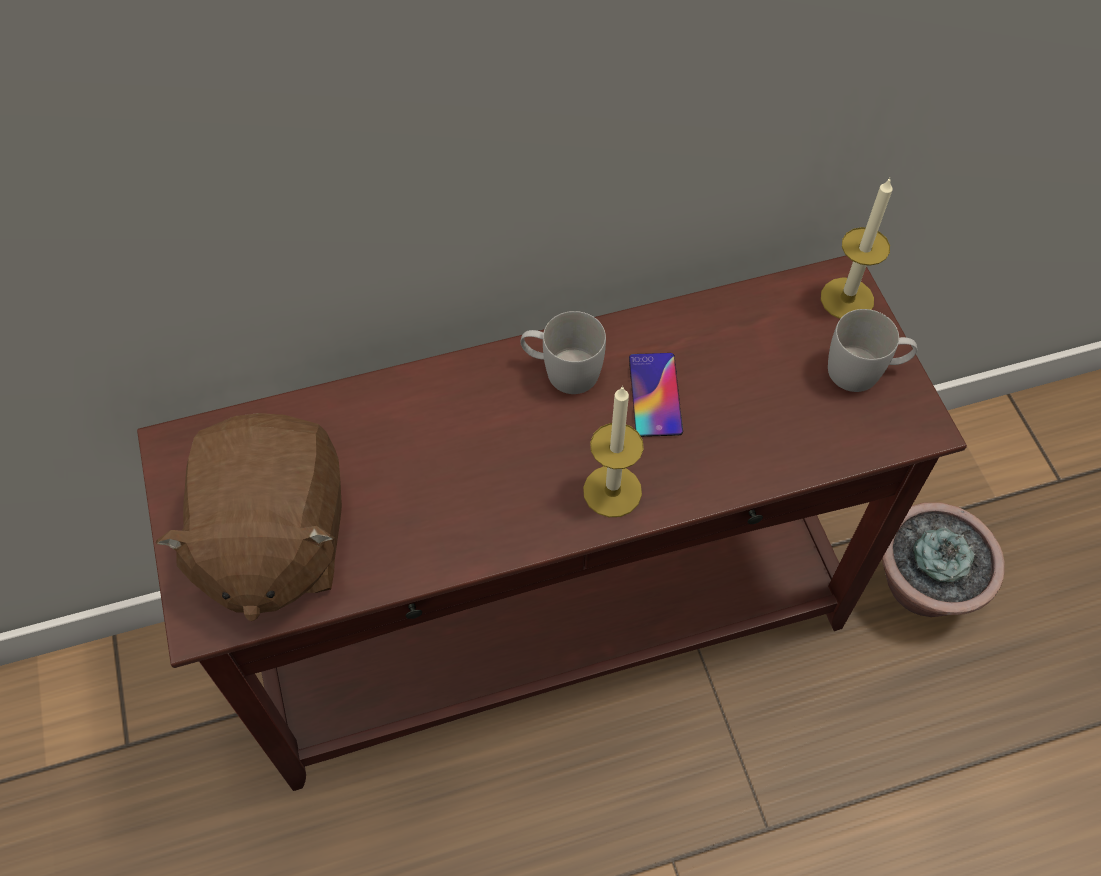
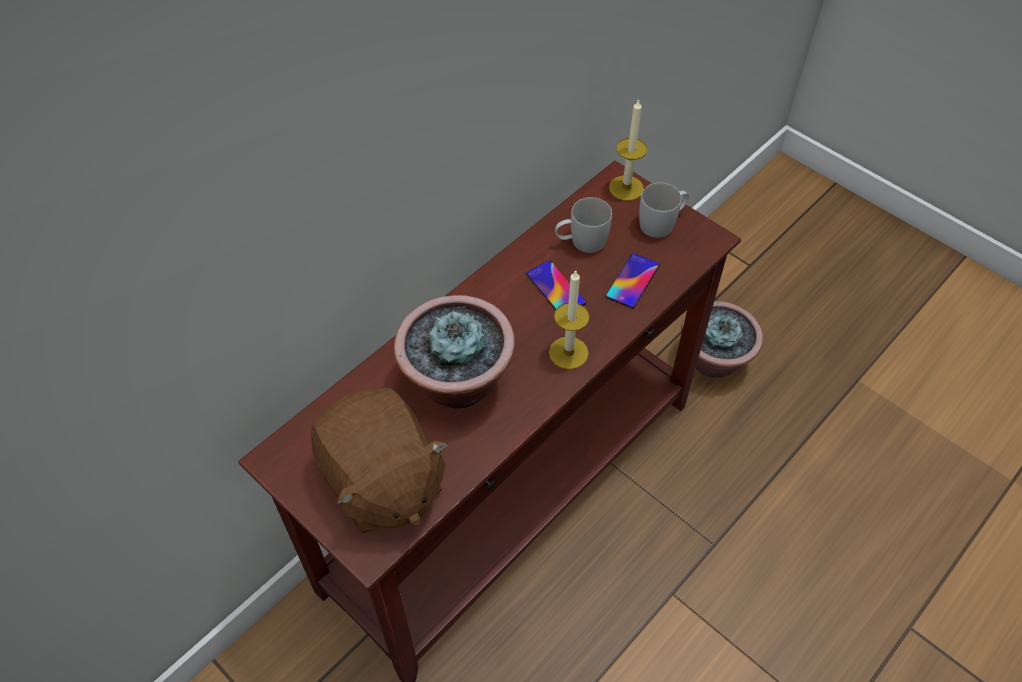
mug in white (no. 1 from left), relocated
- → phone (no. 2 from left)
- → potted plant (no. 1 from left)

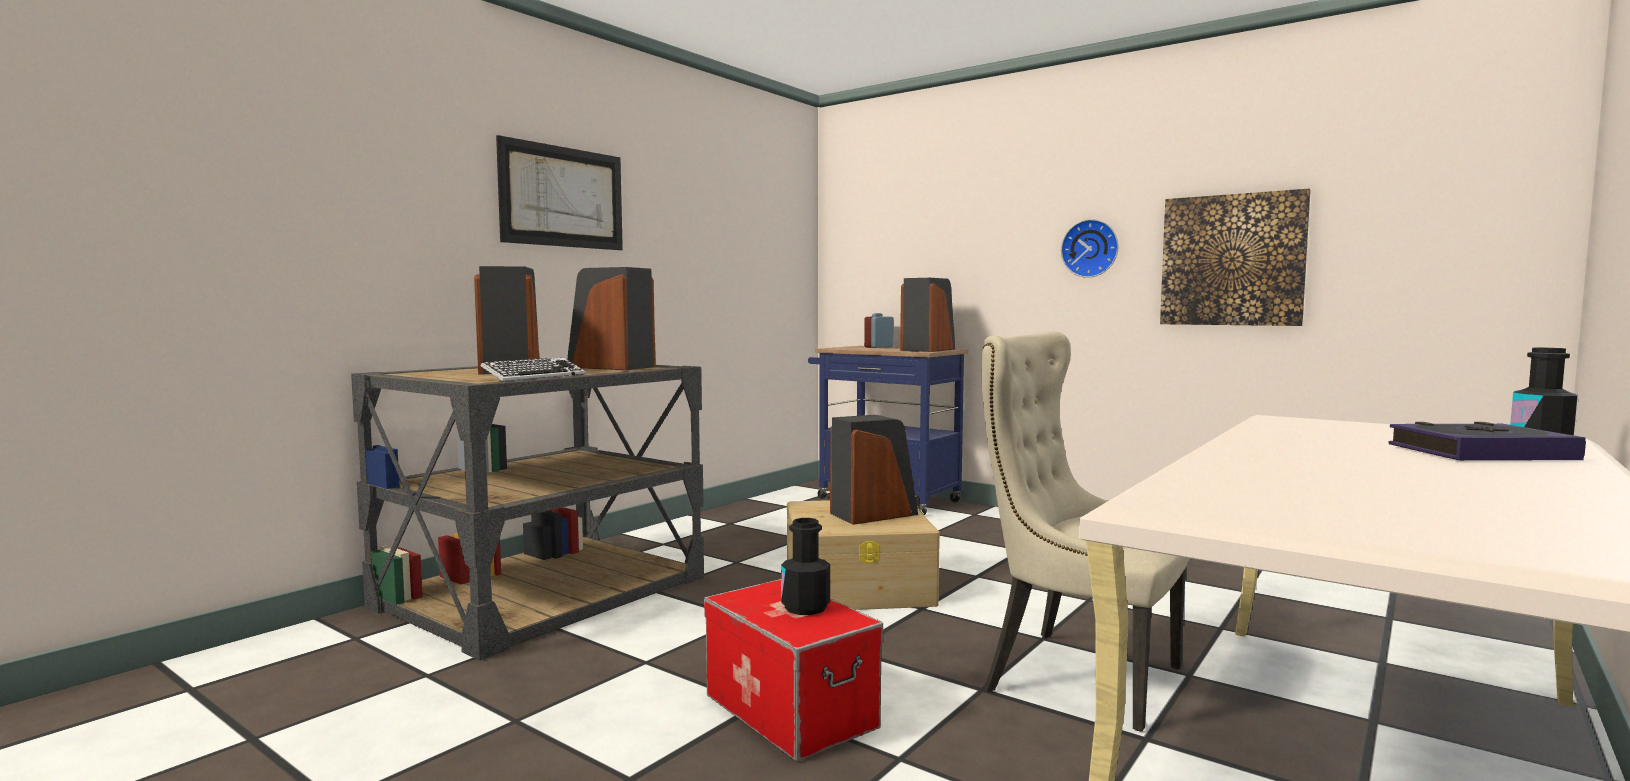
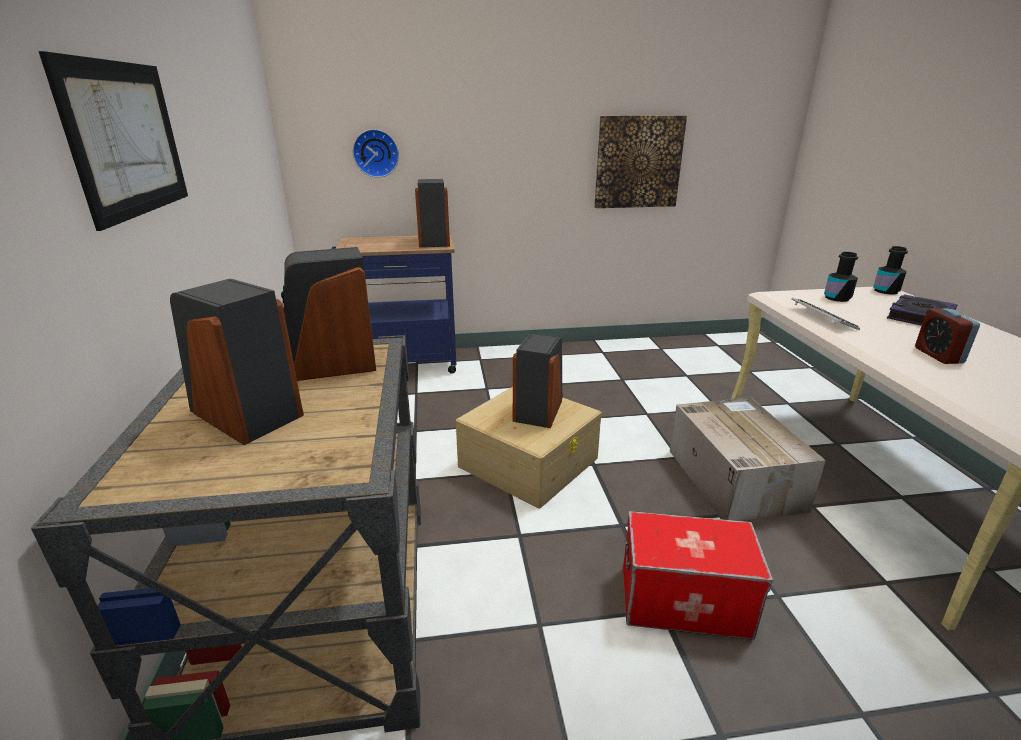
wall clock, relocated
alarm clock, relocated
chair in beige → cardboard box
keyboard, relocated
bottle in black (no. 1 from left), relocated

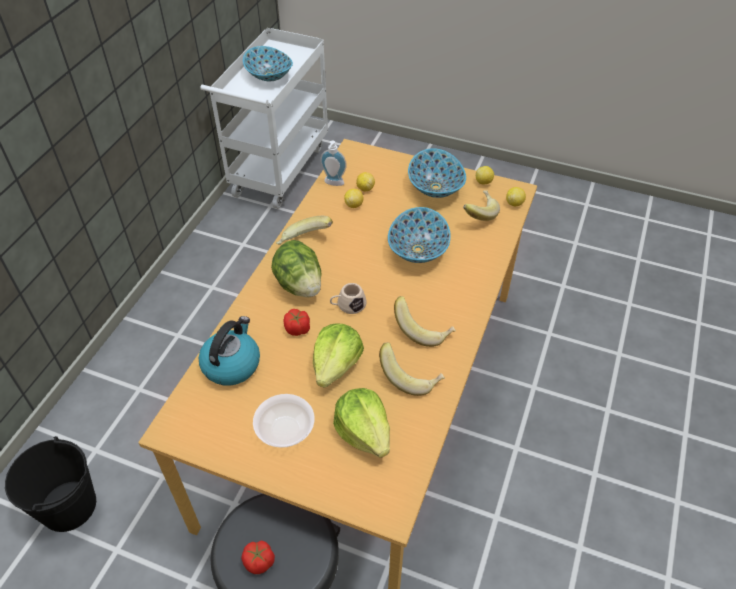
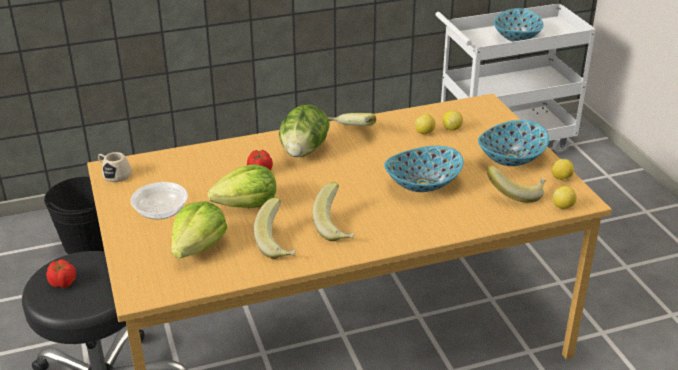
soap dispenser → -
mug in beige, relocated
kettle → -

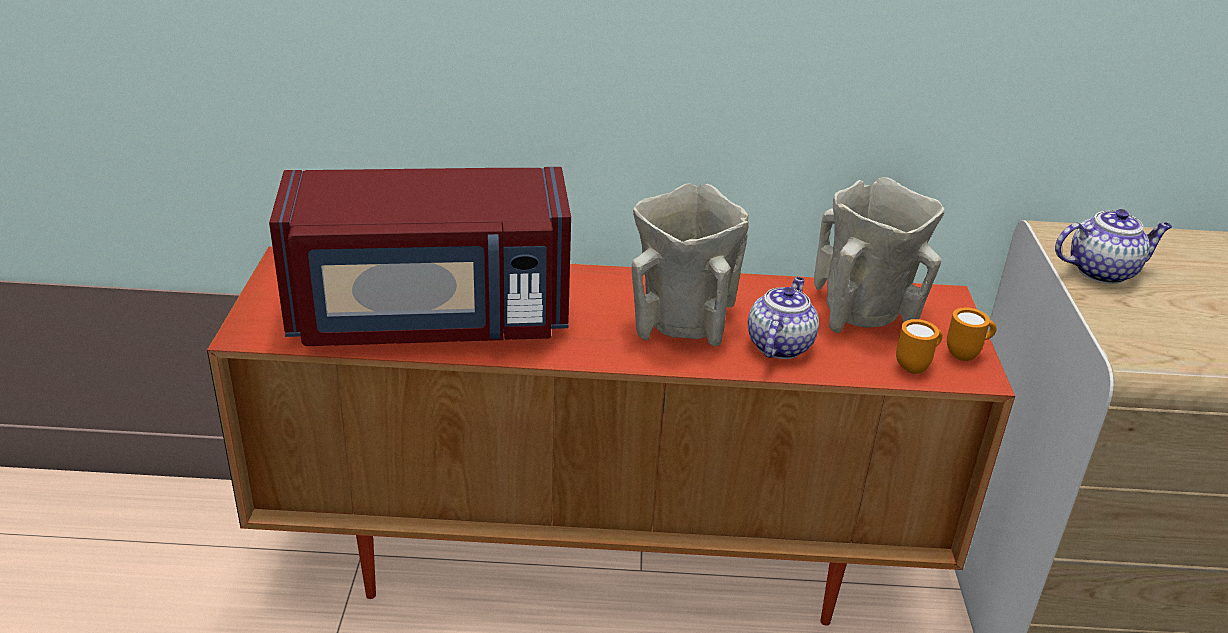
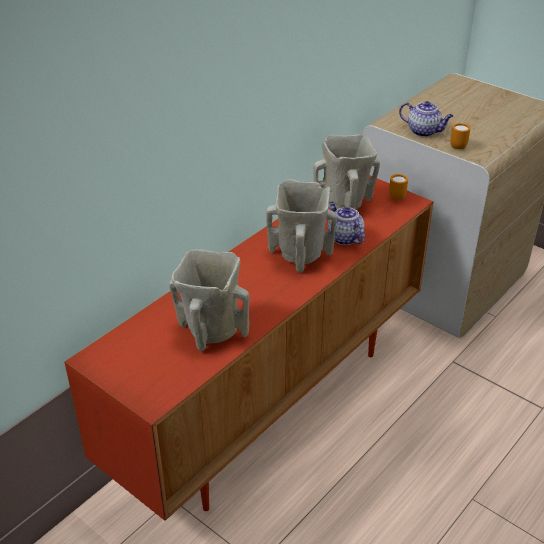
microwave in red → vase in beige (no. 1 from left)
teapot (no. 2 from left), 90 degrees clockwise
mug in orange (no. 1 from left in the first image) → mug in orange (no. 2 from left), relocated

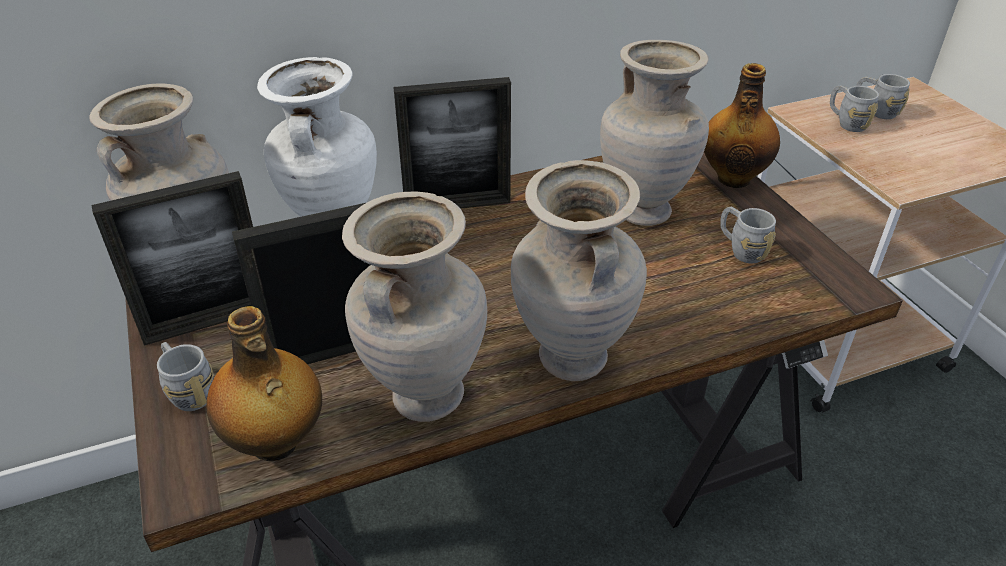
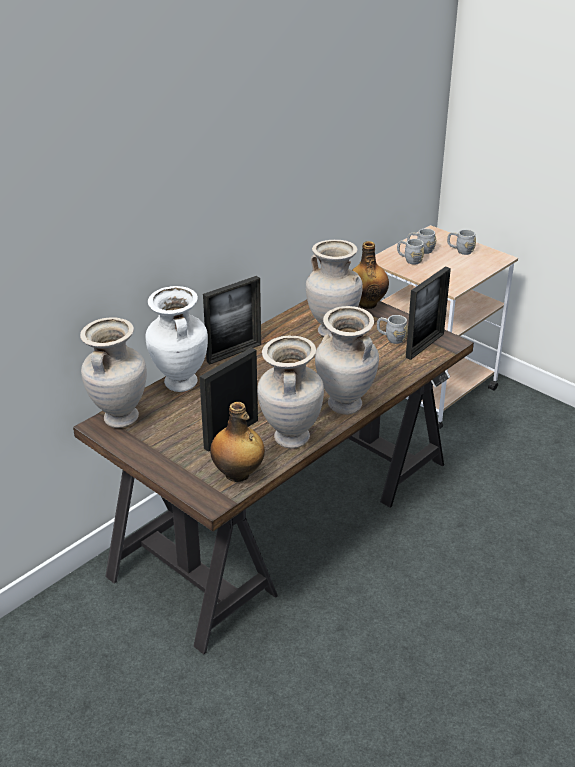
picture frame (no. 1 from left in the first image) → picture frame (no. 3 from left), relocated
mug in grey (no. 1 from left in the first image) → mug in grey (no. 4 from left), relocated

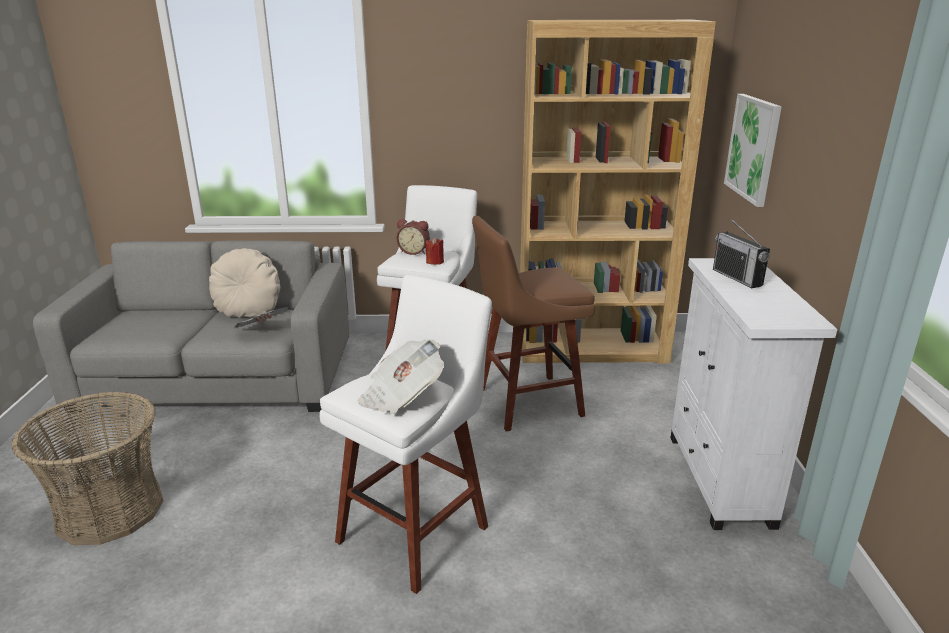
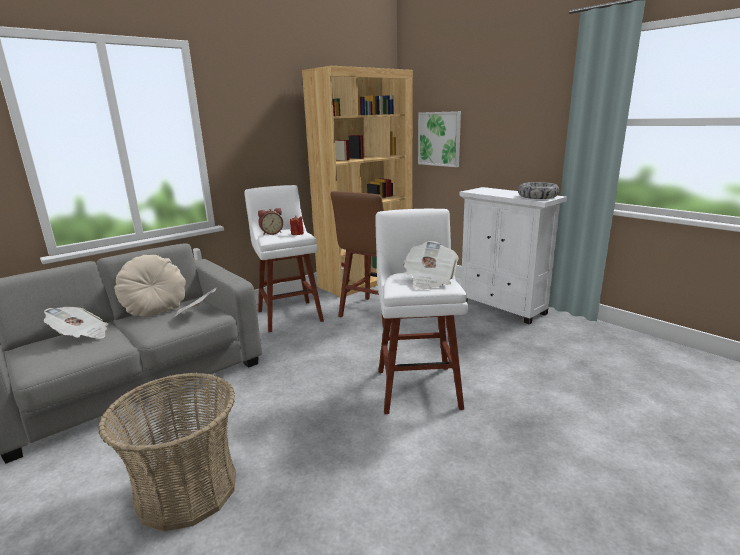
radio → -
- → bowl
- → newspaper (no. 1 from left)

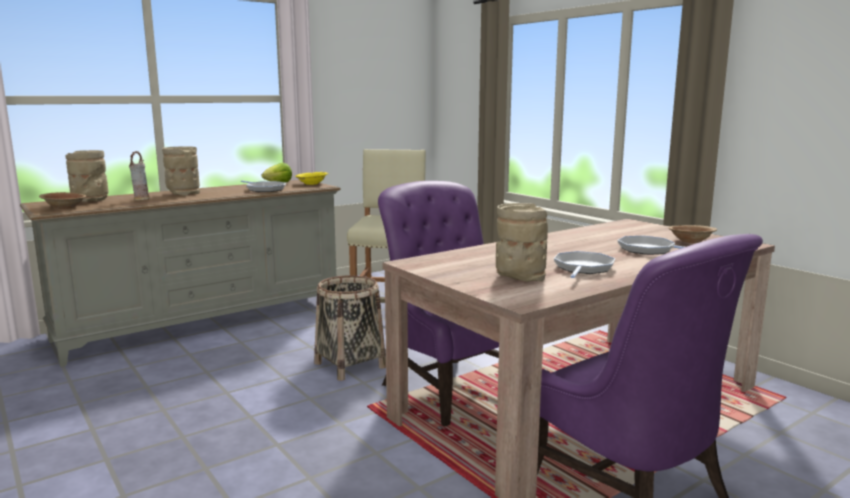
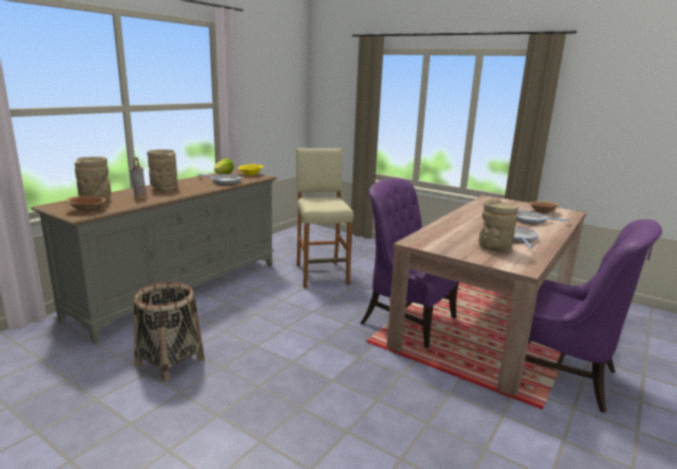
basket, relocated

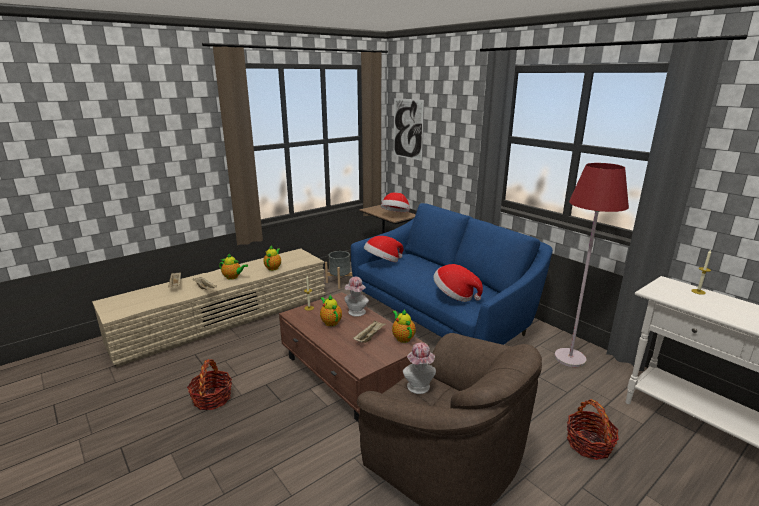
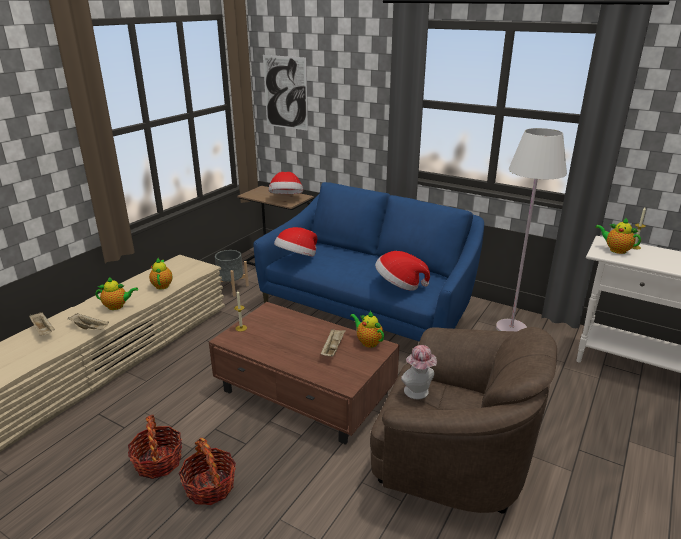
floor lamp in red → floor lamp in white
hat (no. 1 from left) → -
teapot (no. 3 from left in the first image) → teapot (no. 4 from left), relocated
basket (no. 2 from left), relocated

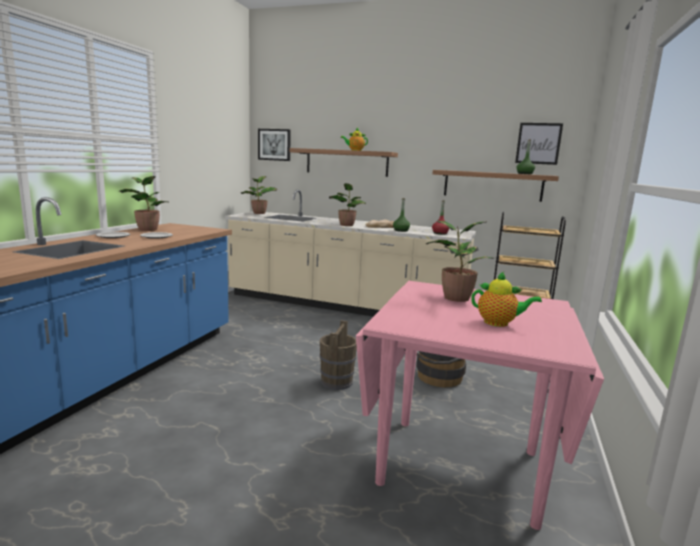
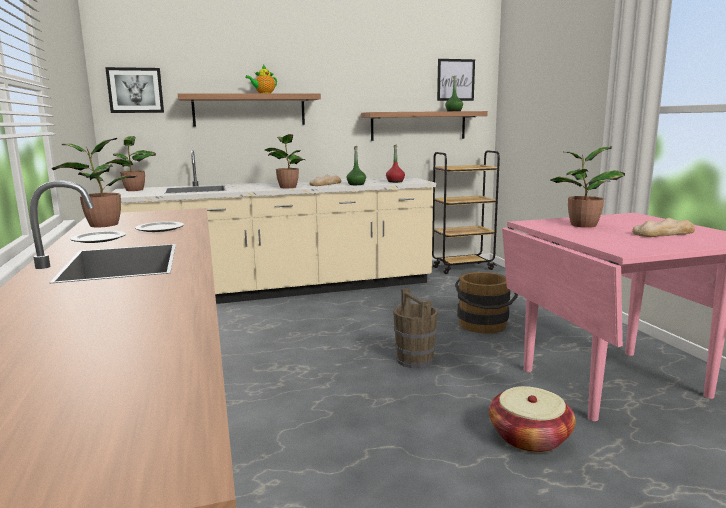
teapot (no. 2 from left) → bread (no. 2 from left)
- → basket

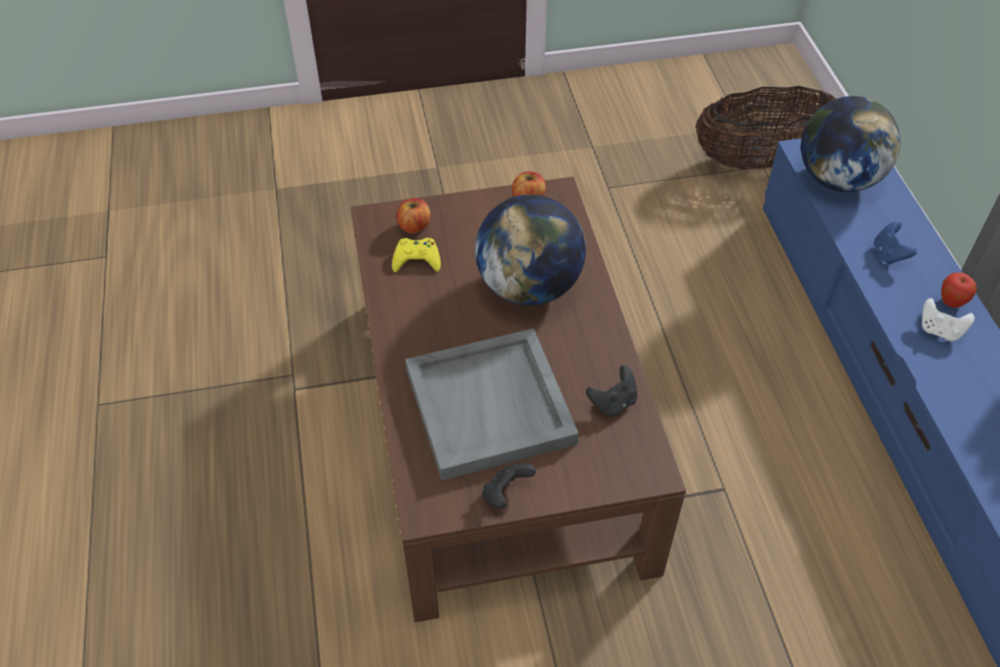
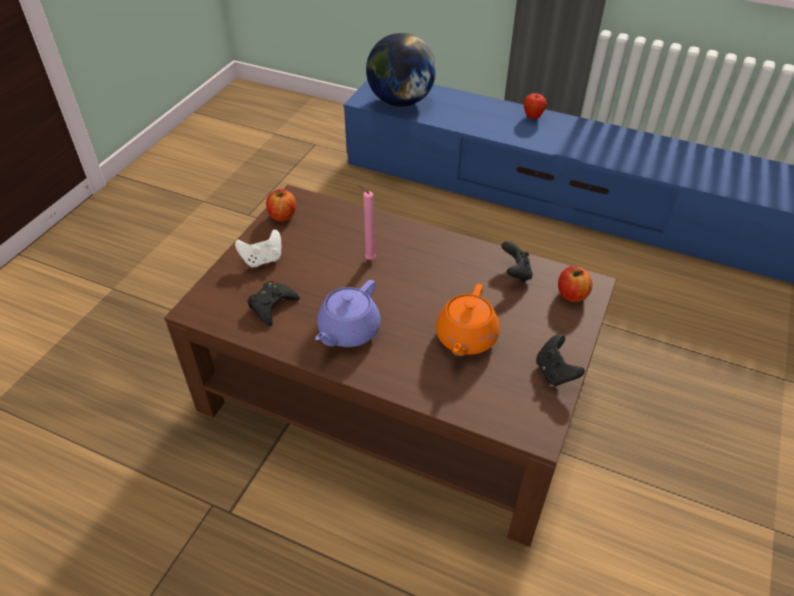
basket → -
globe (no. 1 from left) → candle in pink
apple (no. 1 from left in the first image) → apple (no. 3 from left), relocated
game controller in blue → -
game controller in yellow → game controller in black (no. 1 from left)
game controller in white, relocated
tray in grey → teapot in orange
- → teapot in purple

